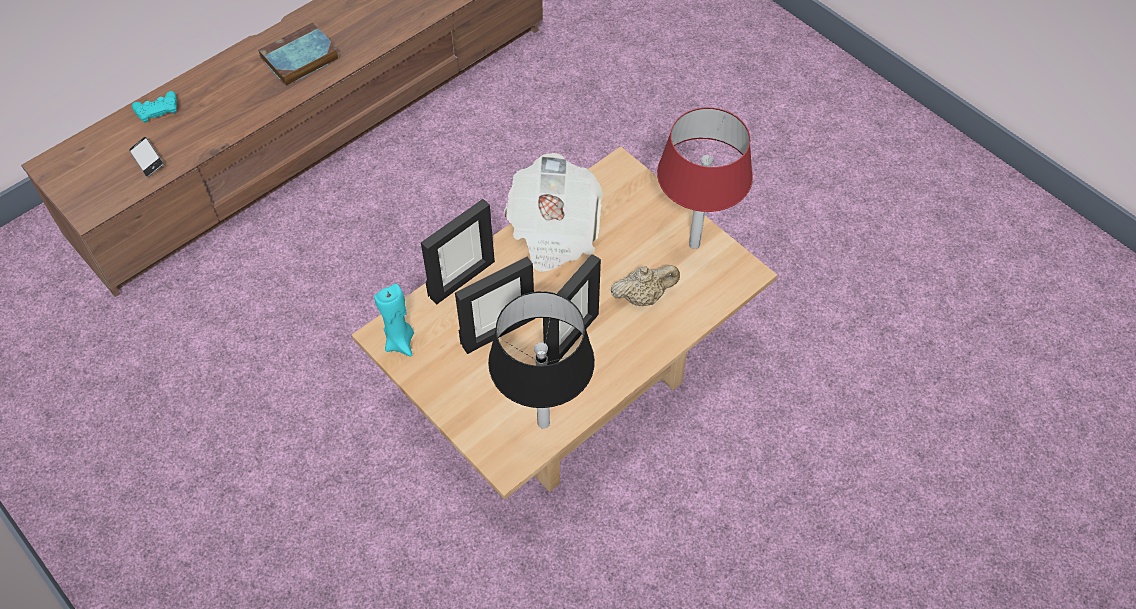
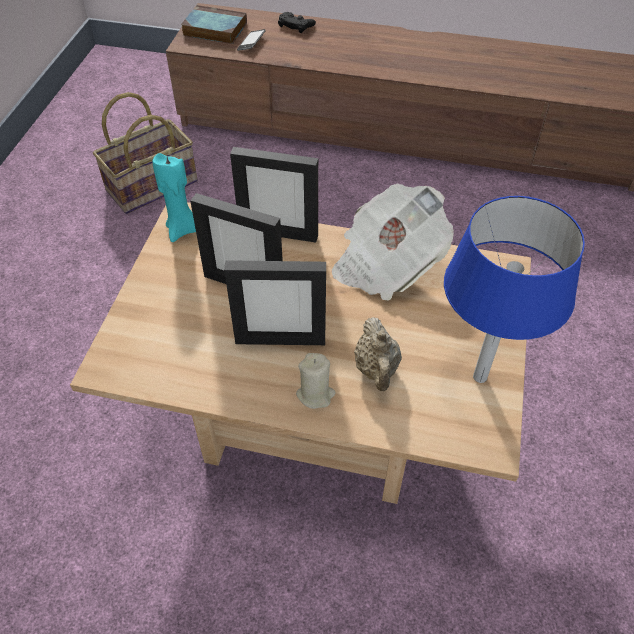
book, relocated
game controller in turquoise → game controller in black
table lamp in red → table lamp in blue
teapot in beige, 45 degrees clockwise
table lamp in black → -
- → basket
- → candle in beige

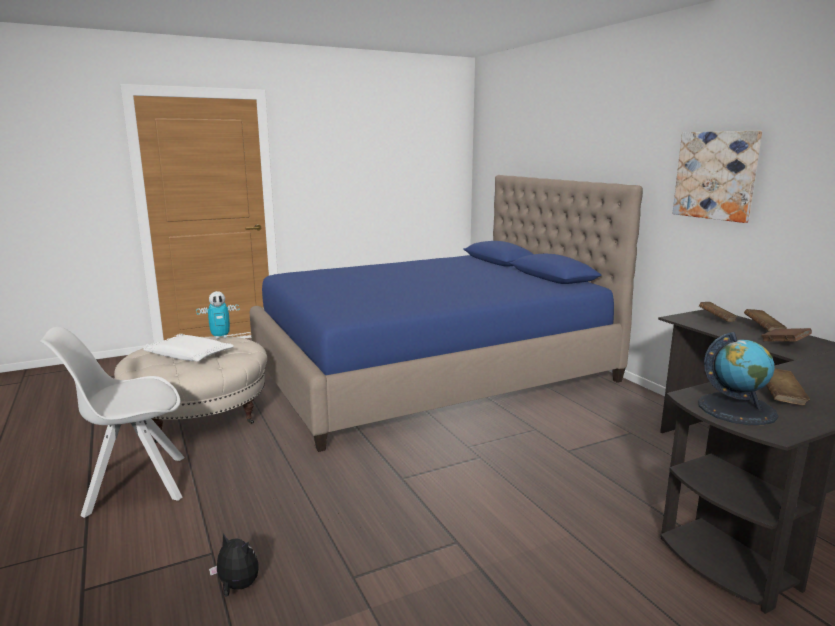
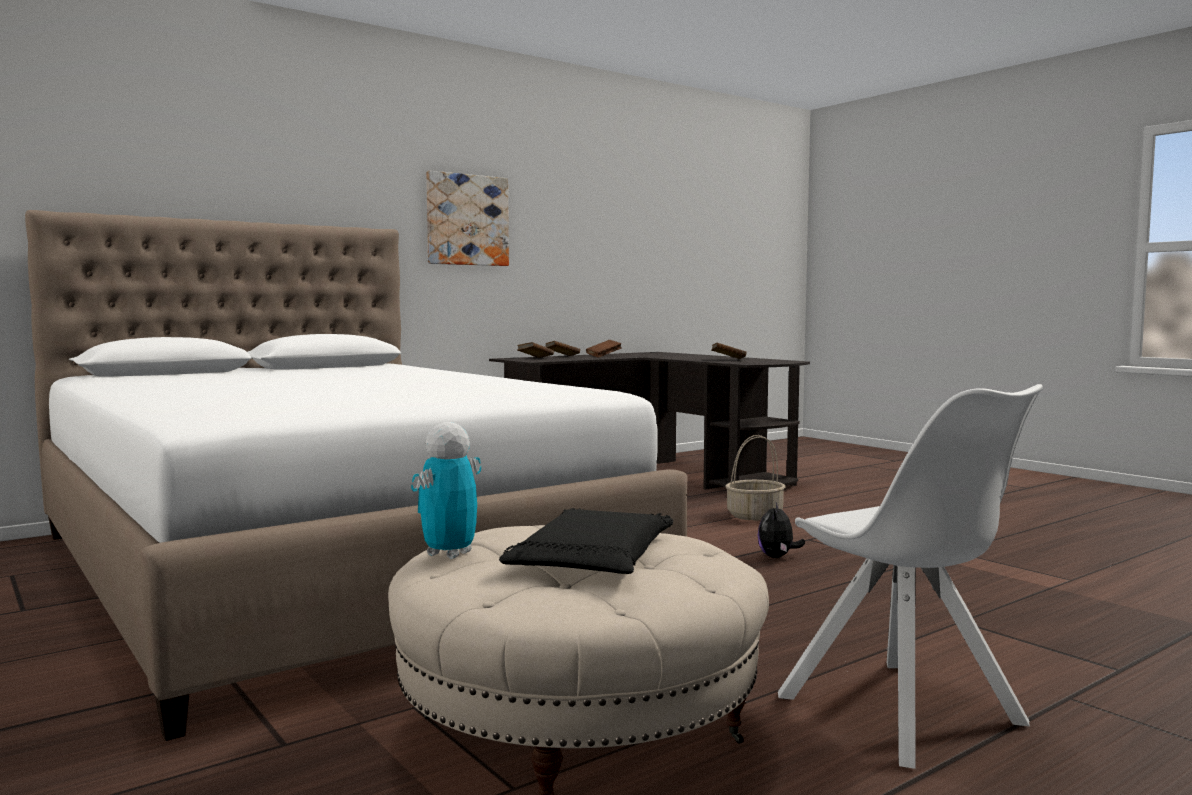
bed in blue → bed in white
toy robot, 120 degrees counterclockwise
globe → -
pillow in white → pillow in black
plush toy, relocated
- → basket

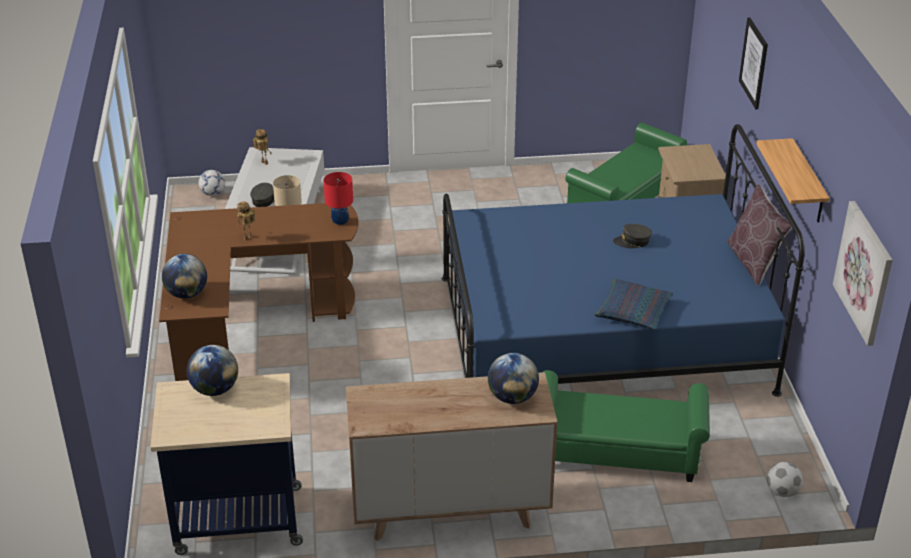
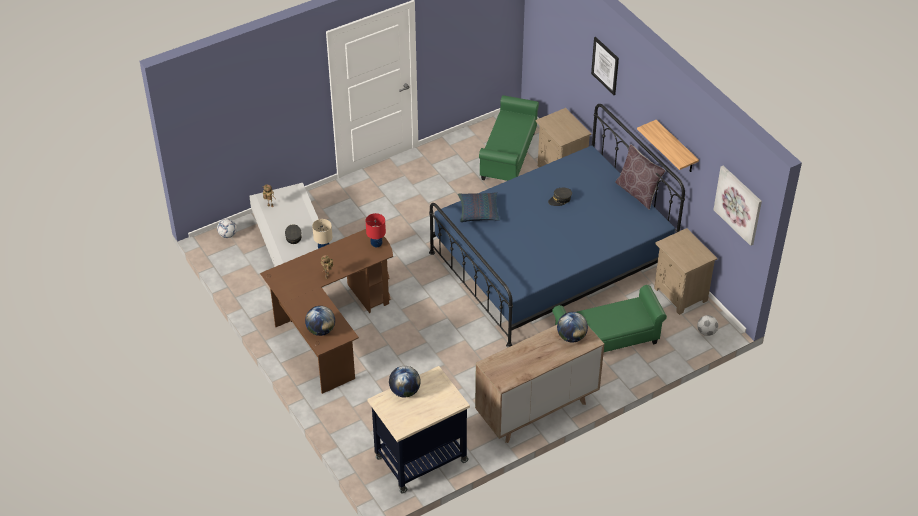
pillow in blue, relocated
- → nightstand in beige (no. 2 from left)

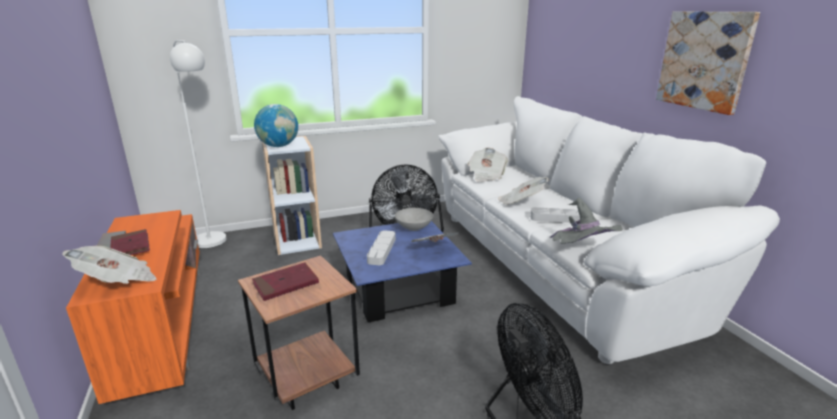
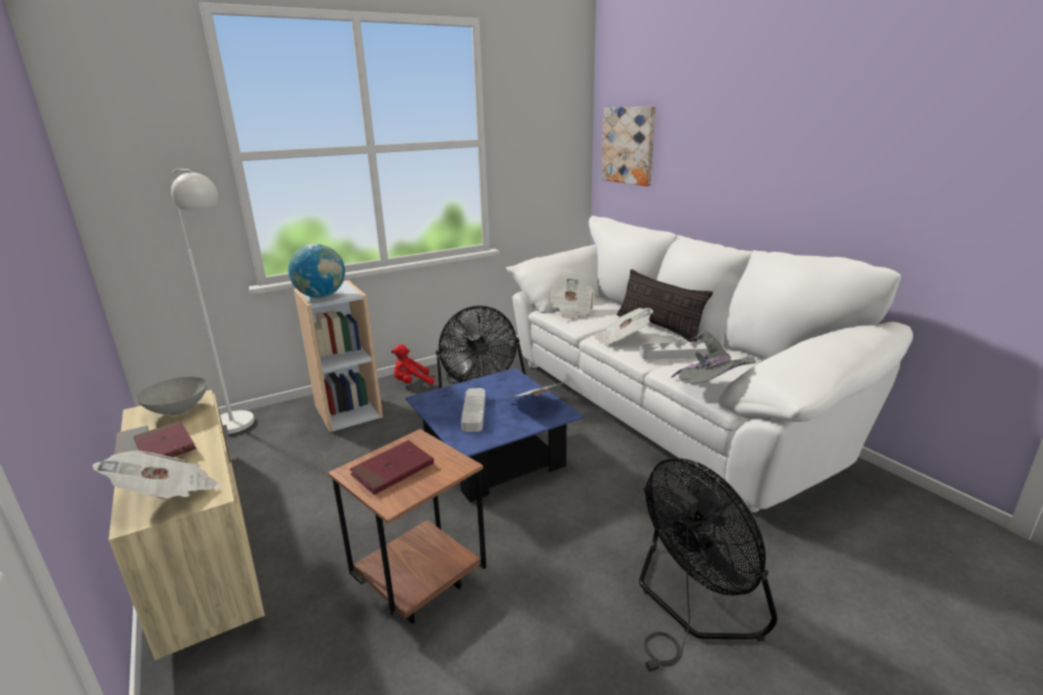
picture, relocated
bowl in grey, relocated
tv stand in orange → tv stand in beige
- → pillow
- → plush toy in red

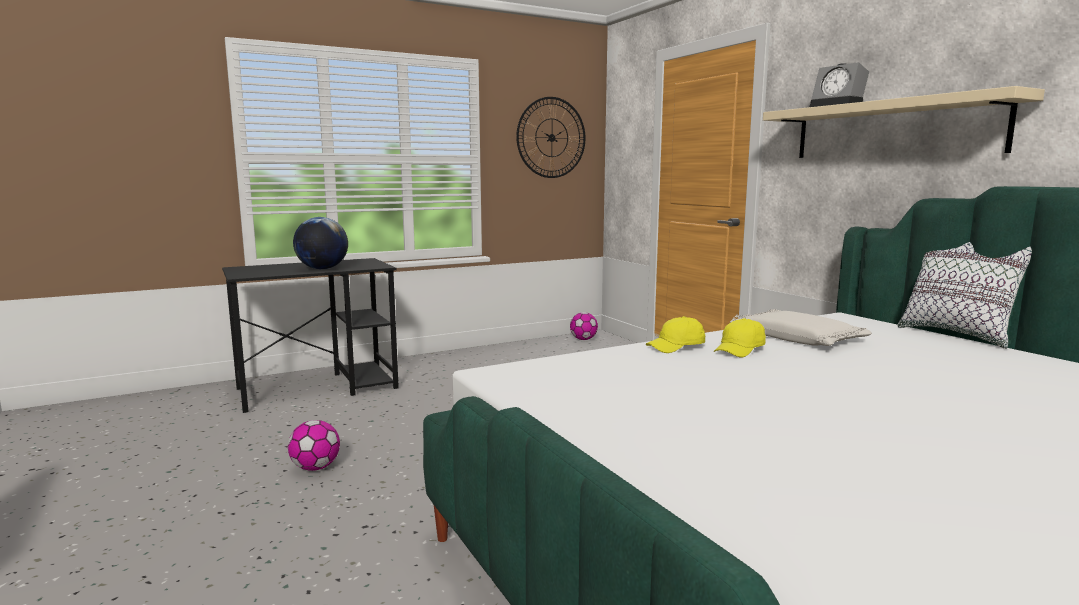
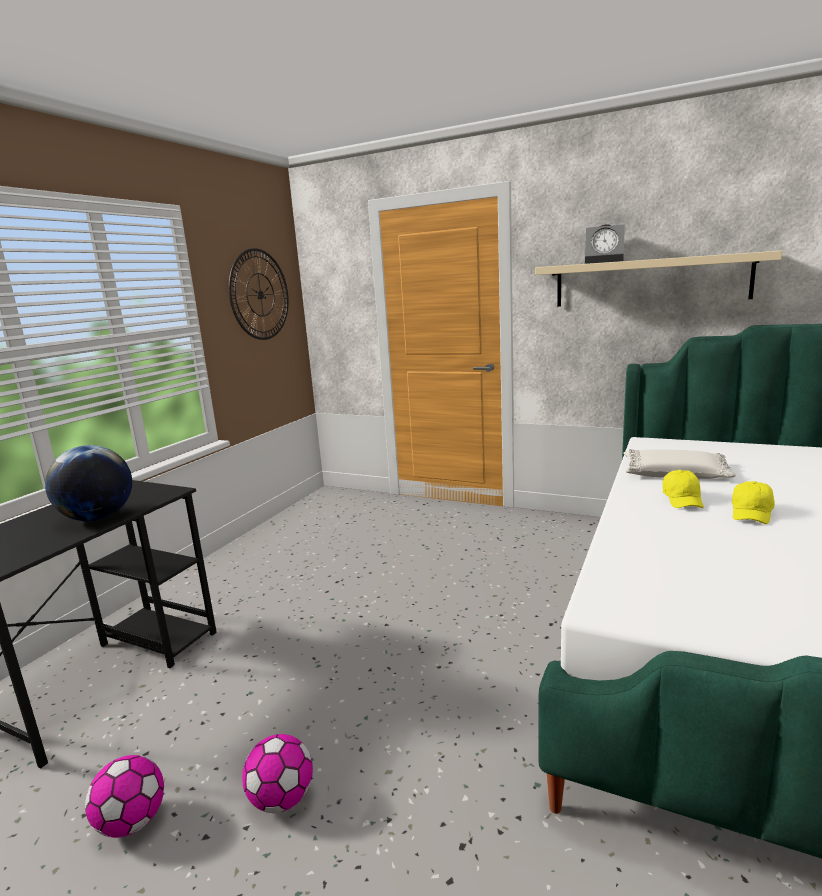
pillow in white (no. 2 from left) → -
football (no. 2 from left in the first image) → football (no. 1 from left), relocated
cap in yellow (no. 1 from left in the first image) → cap in yellow (no. 2 from left), relocated

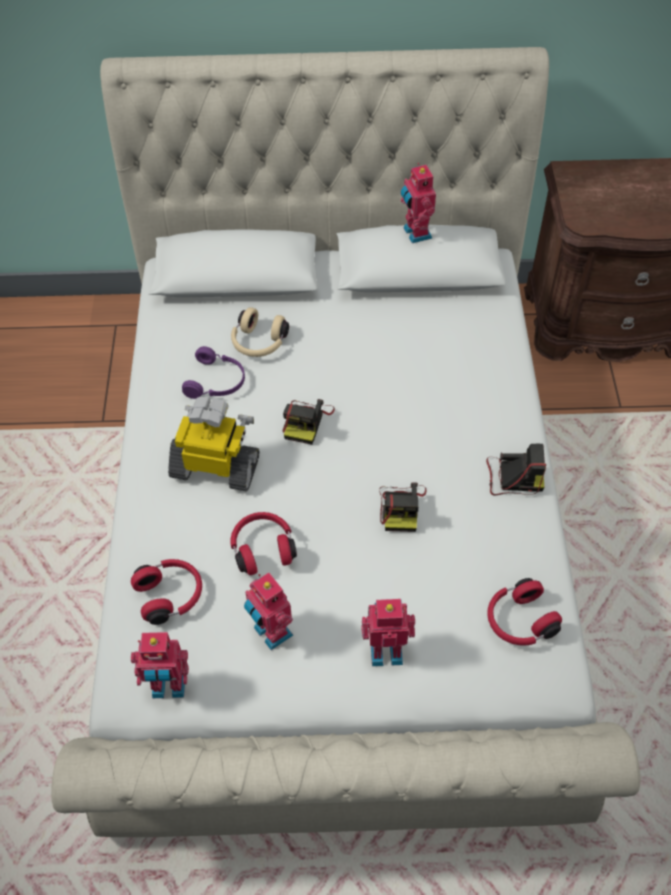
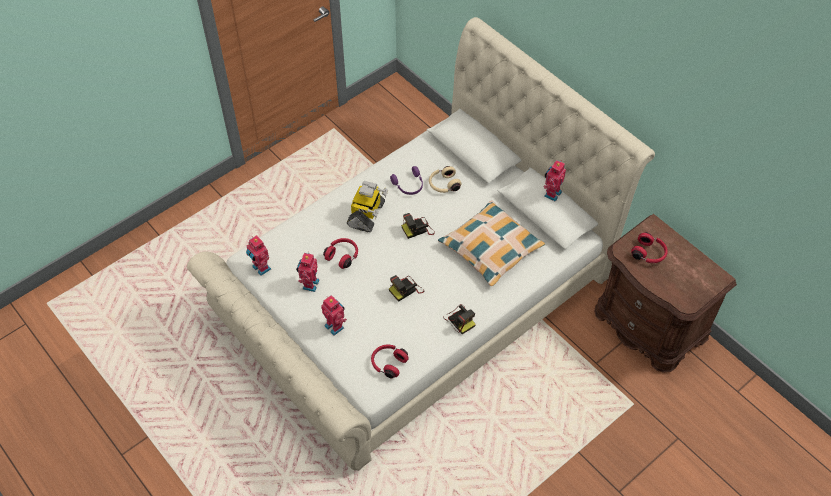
toy robot (no. 2 from left in the first image) → toy robot (no. 4 from left), 45 degrees clockwise
headphones in red (no. 1 from left in the first image) → headphones in red (no. 3 from left), relocated
- → pillow

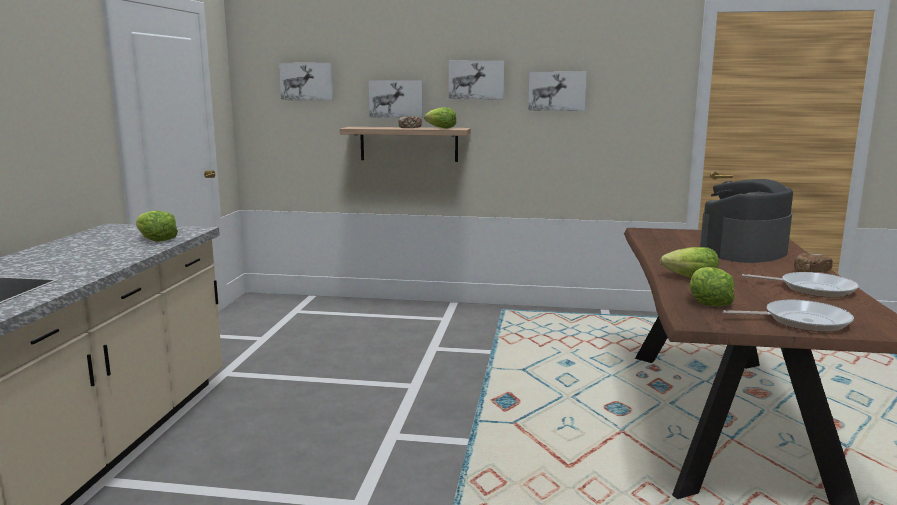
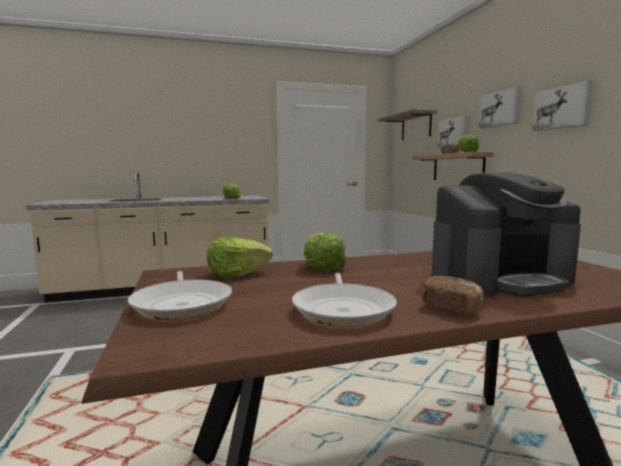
picture (no. 1 from left) → shelf (no. 1 from left)
coffee machine, 135 degrees clockwise

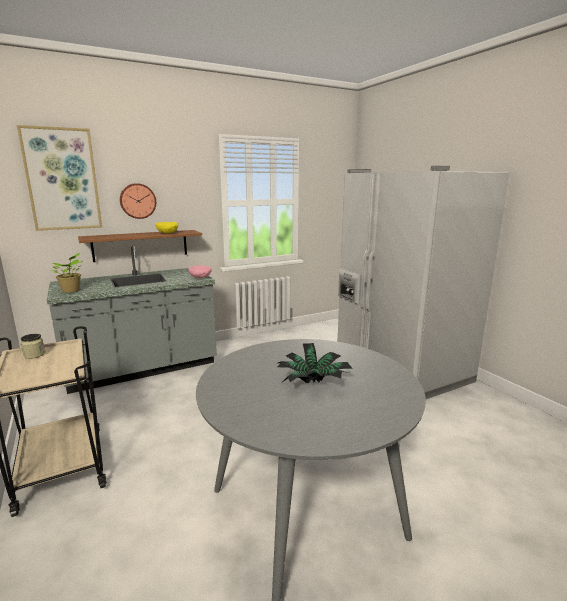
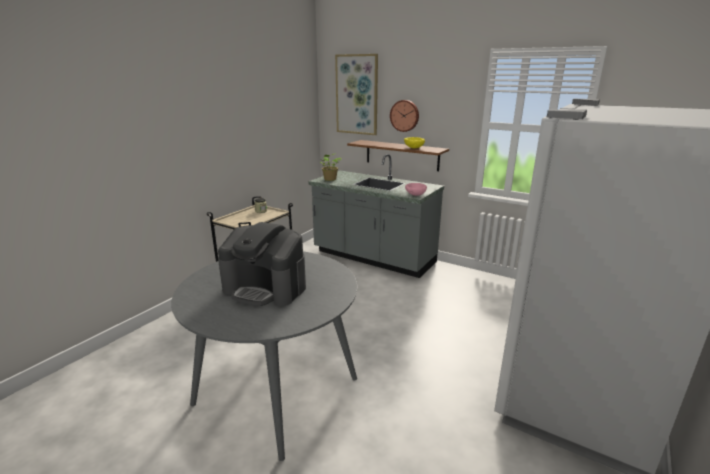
potted plant (no. 2 from left) → coffee machine

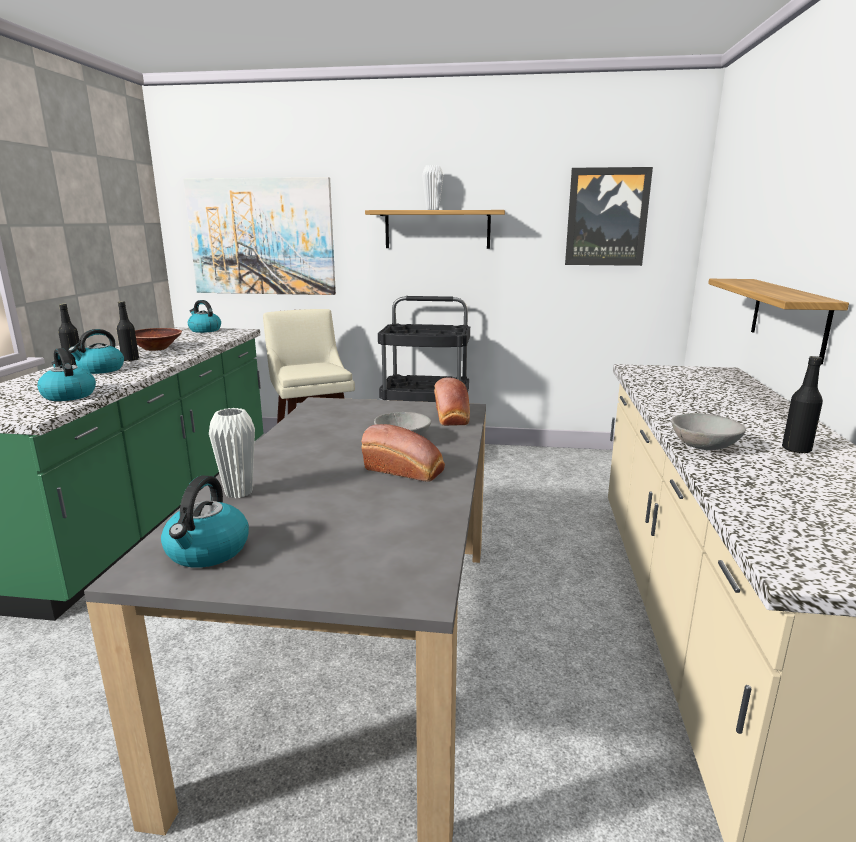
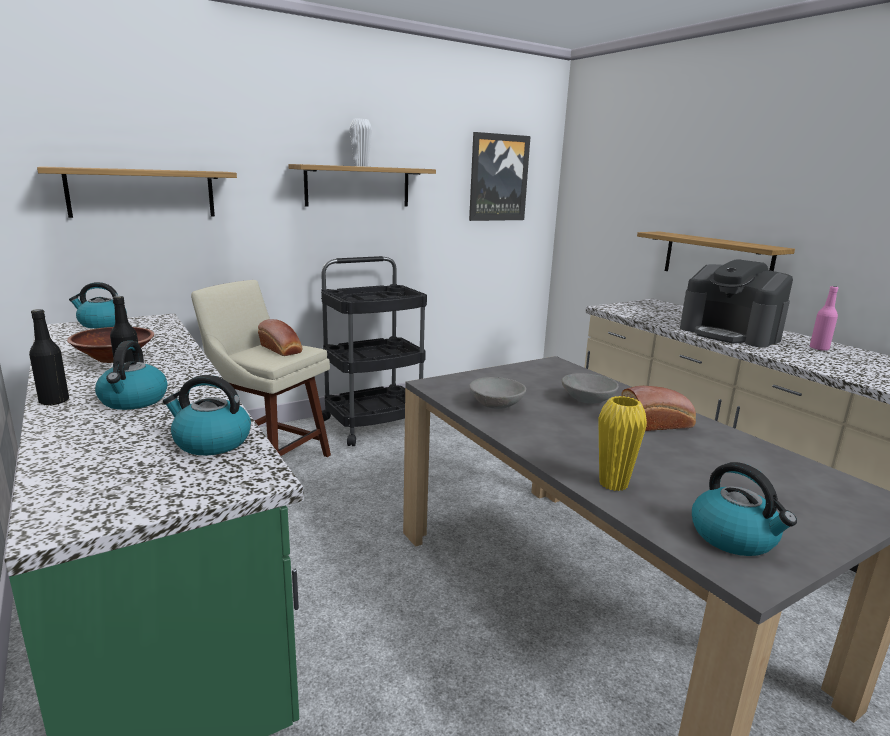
picture (no. 1 from left) → shelf (no. 1 from left)
bottle in black (no. 3 from left) → bottle in pink
bread (no. 2 from left in the first image) → bread (no. 1 from left), relocated
vase in white (no. 1 from left) → vase in yellow
bowl in grey (no. 2 from left in the first image) → bowl in grey (no. 1 from left), relocated
- → coffee machine

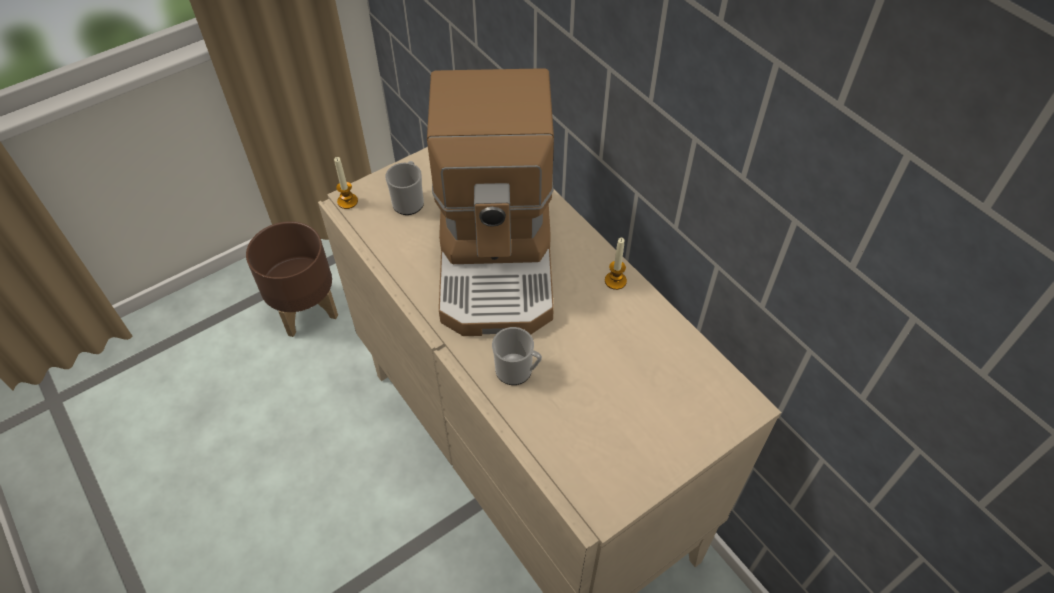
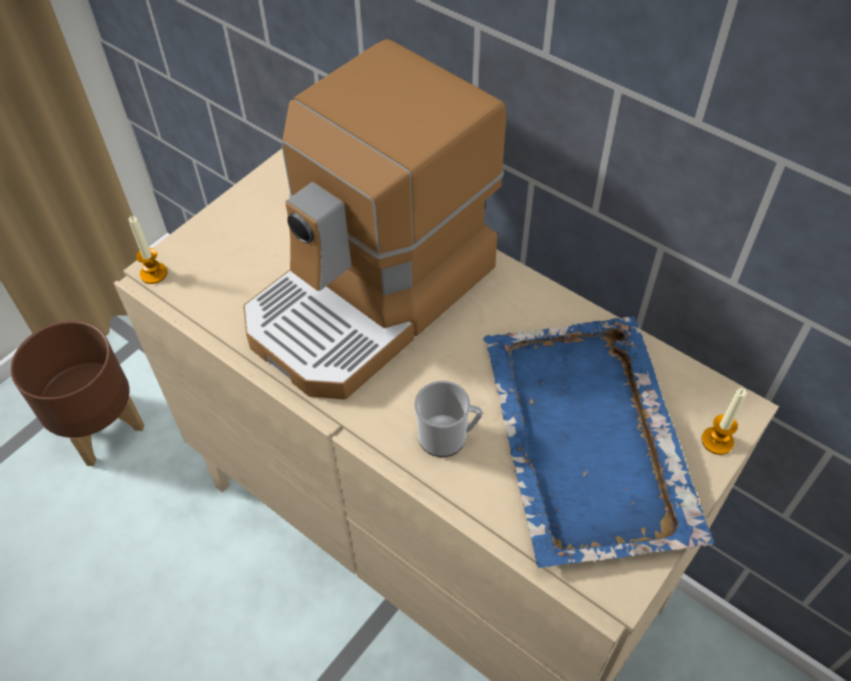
coffee machine, 60 degrees clockwise
mug (no. 1 from left) → -
candle (no. 2 from left), relocated
- → tray in blue

